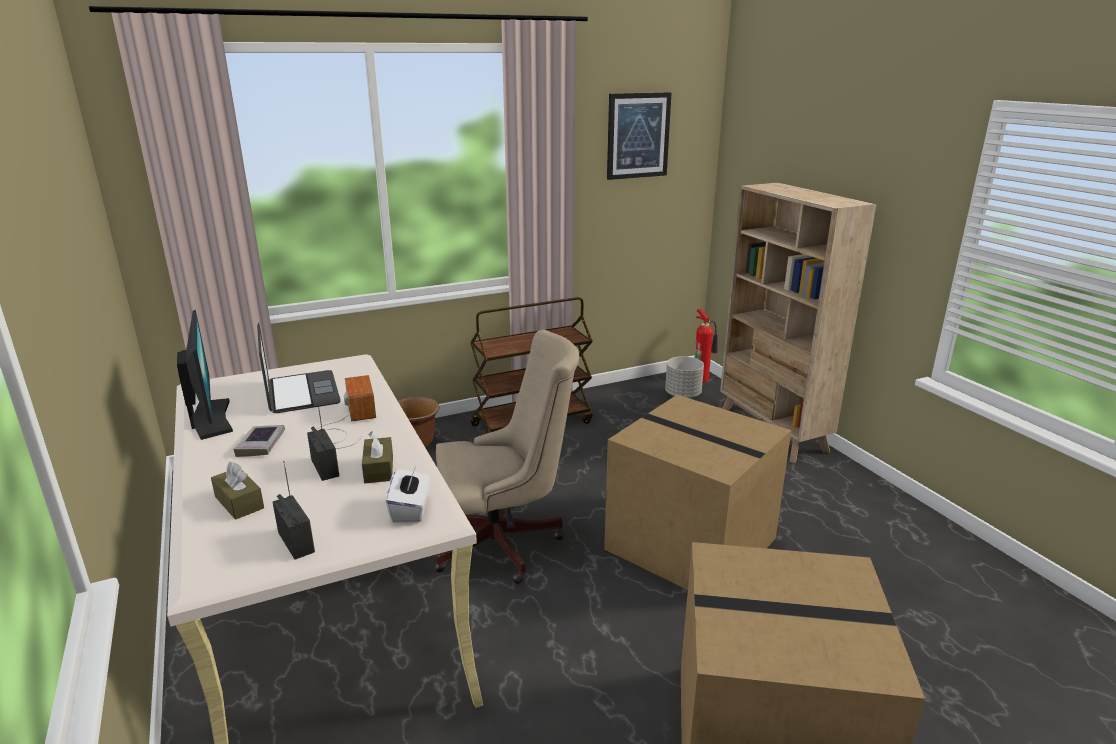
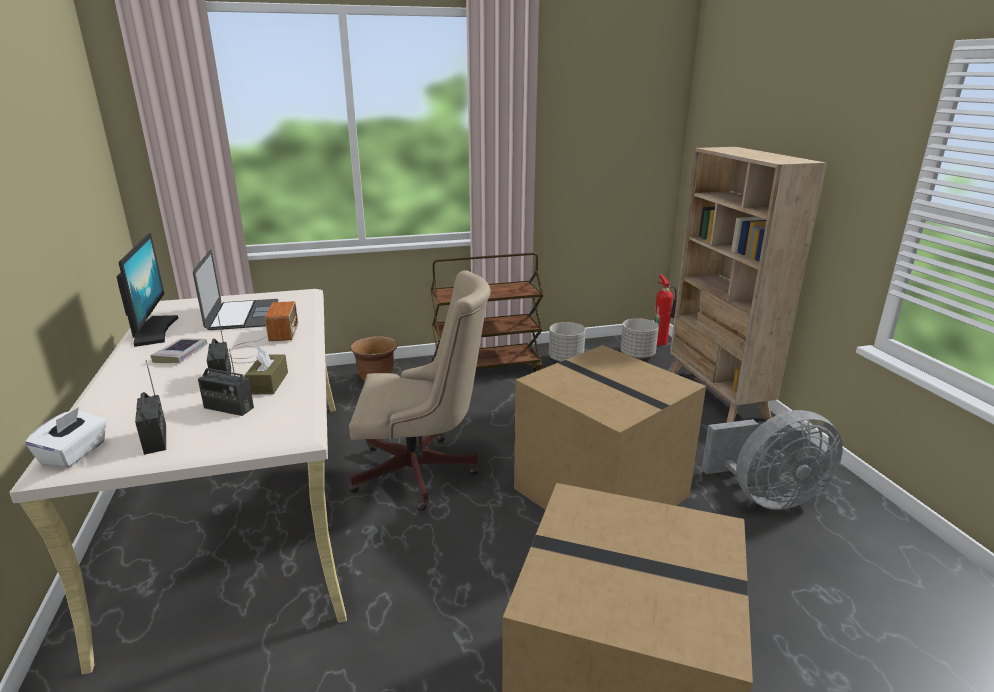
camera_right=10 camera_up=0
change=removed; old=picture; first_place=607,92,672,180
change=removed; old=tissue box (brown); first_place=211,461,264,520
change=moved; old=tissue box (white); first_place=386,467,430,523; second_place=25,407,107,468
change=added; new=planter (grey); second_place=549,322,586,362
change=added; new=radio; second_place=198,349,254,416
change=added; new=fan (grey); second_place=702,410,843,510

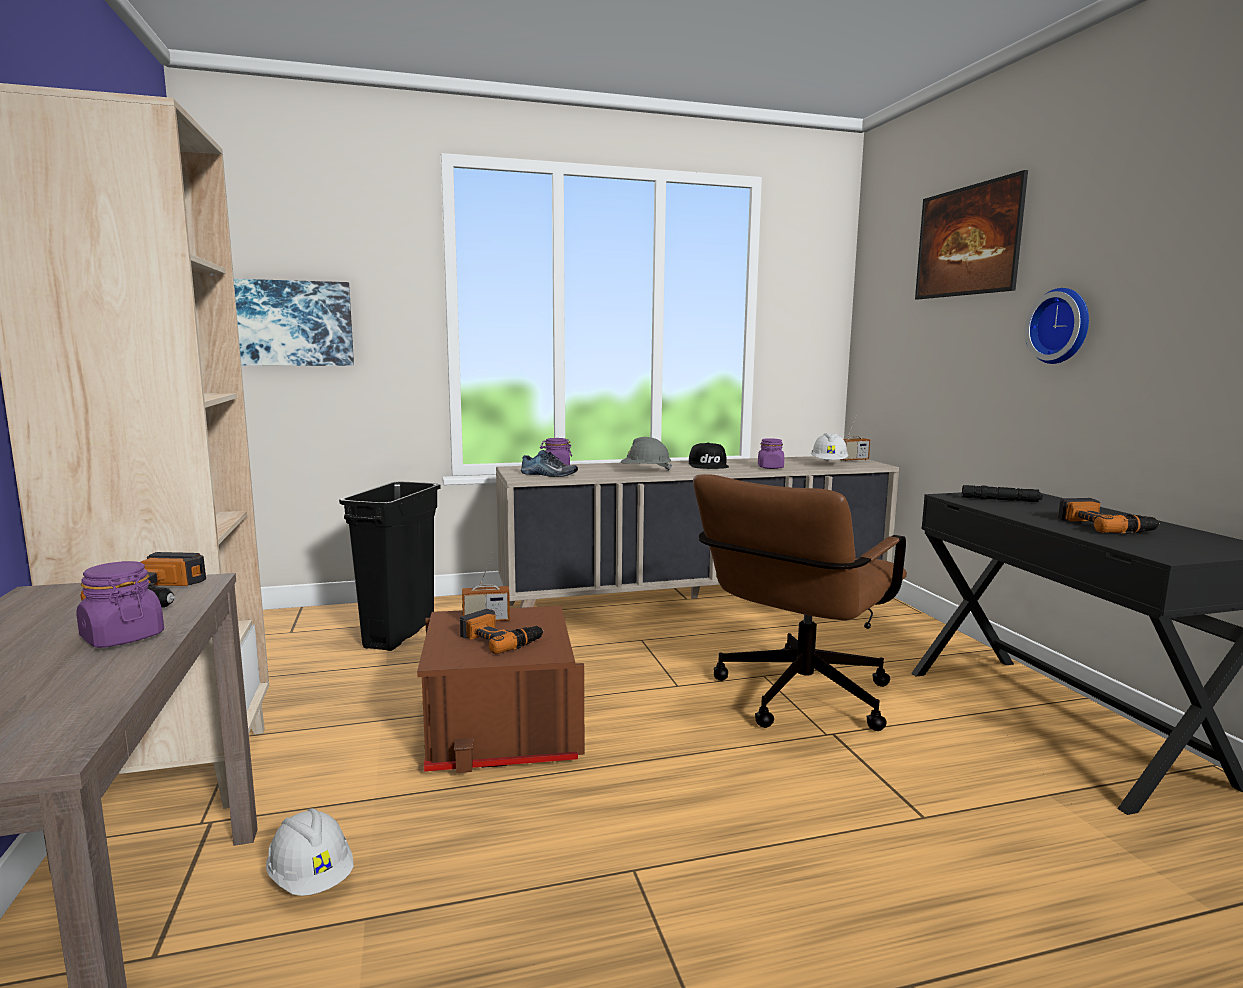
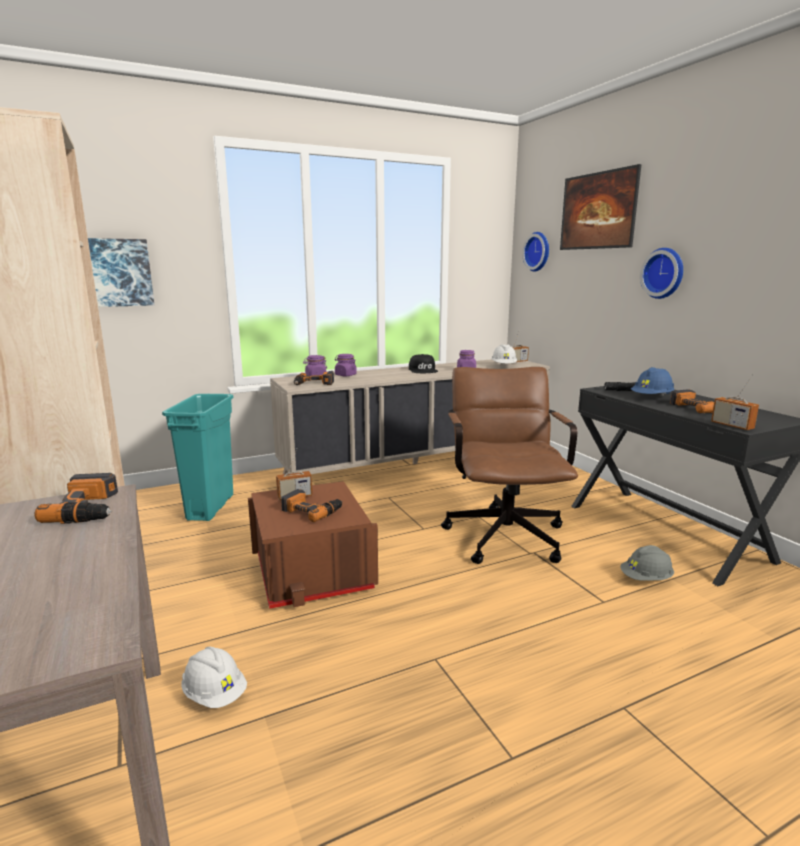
camera_right=-10 camera_up=5
change=moved; old=hard hat (grey); first_place=621,437,672,472; second_place=620,545,674,580
change=replaced; old=shoe; new=power drill; first_place=521,450,578,477; second_place=294,371,334,385
change=turned; old=office chair (brown); first_place=693,474,907,731; second_place=441,367,578,564; degrees=150
change=recoloured; old=trash can (black); new=trash can (turquoise); first_place=339,481,441,651; second_place=162,394,233,521
change=moved; old=jar (purple); first_place=76,561,164,648; second_place=335,354,357,376
change=added; new=wall clock; second_place=522,232,549,272
change=added; new=hard hat (blue); second_place=631,367,674,395
change=added; new=radio; second_place=711,374,759,430

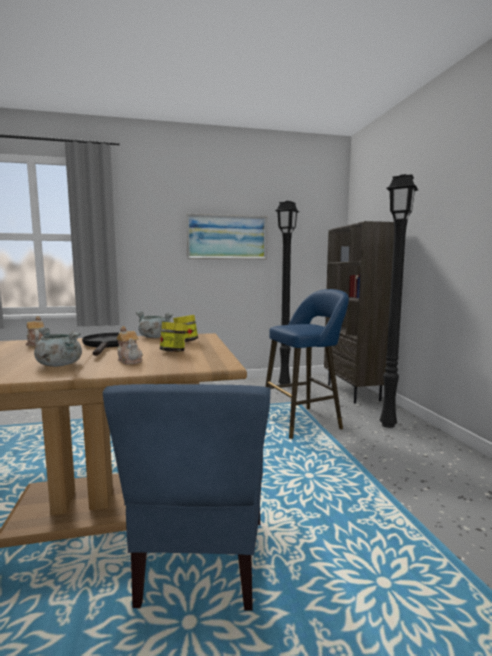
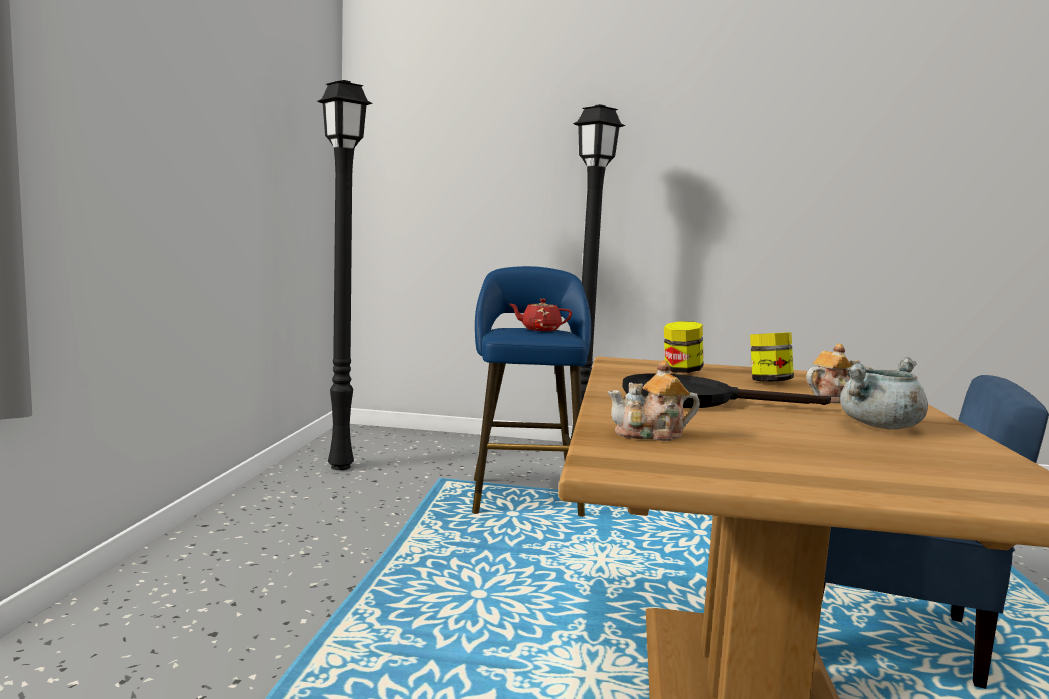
camera_right=-70 camera_up=0
change=removed; old=picture; first_place=186,214,267,259
change=removed; old=bookcase (brown); first_place=324,221,394,403
change=removed; old=cooking pot (grey); first_place=136,311,173,338
change=added; new=teapot (red); second_place=509,299,572,331

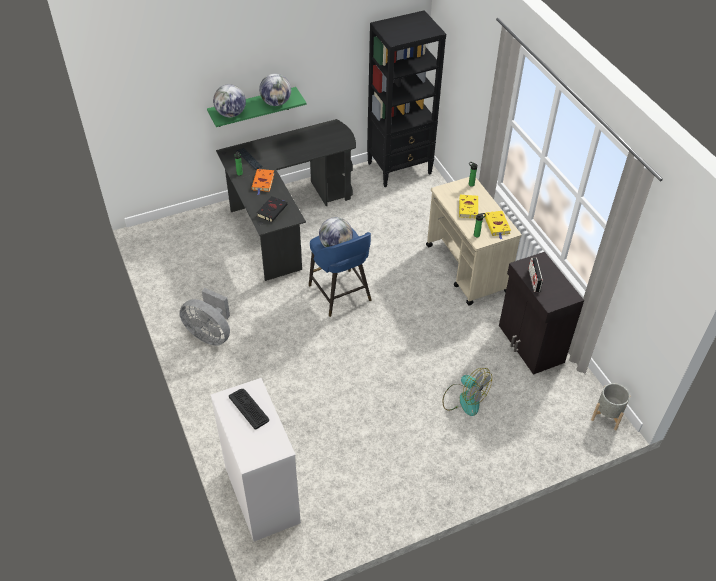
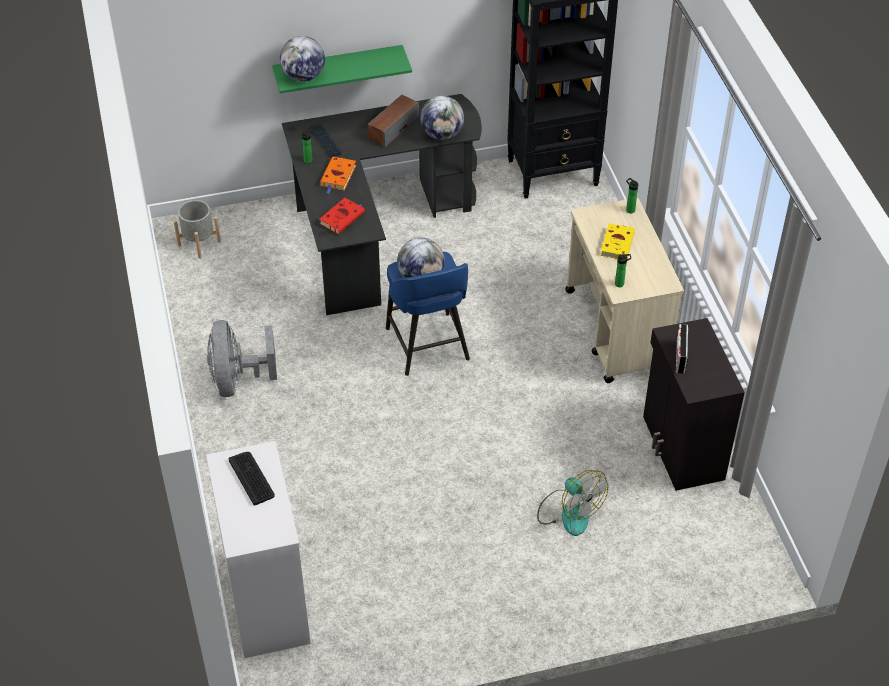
camera_right=10 camera_up=0
change=moved; old=globe; first_place=259,74,291,106; second_place=420,96,464,140
change=recoloured; old=book (black); new=book (red); first_place=257,196,288,222; second_place=319,198,365,234
change=removed; old=book (yellow); first_place=484,211,511,240
change=turned; old=fan (grey); first_place=179,288,230,346; second_place=207,320,277,397; degrees=45
change=moved; old=planter (grey); first_place=591,383,630,430; second_place=173,200,221,259
change=added; new=speaker; second_place=368,95,419,148

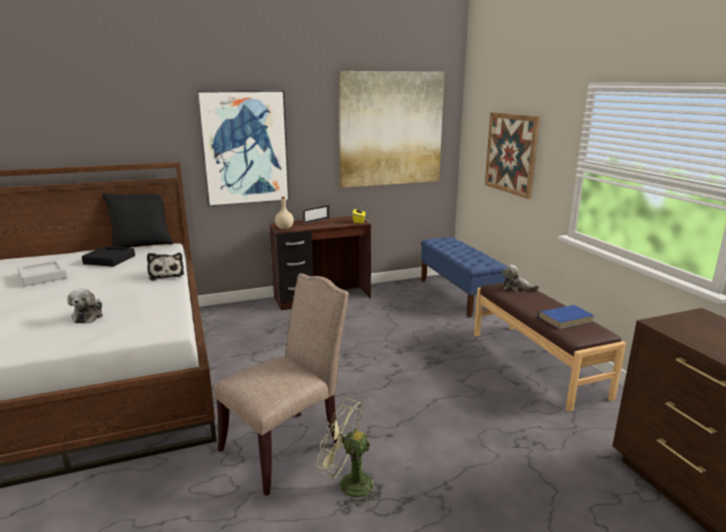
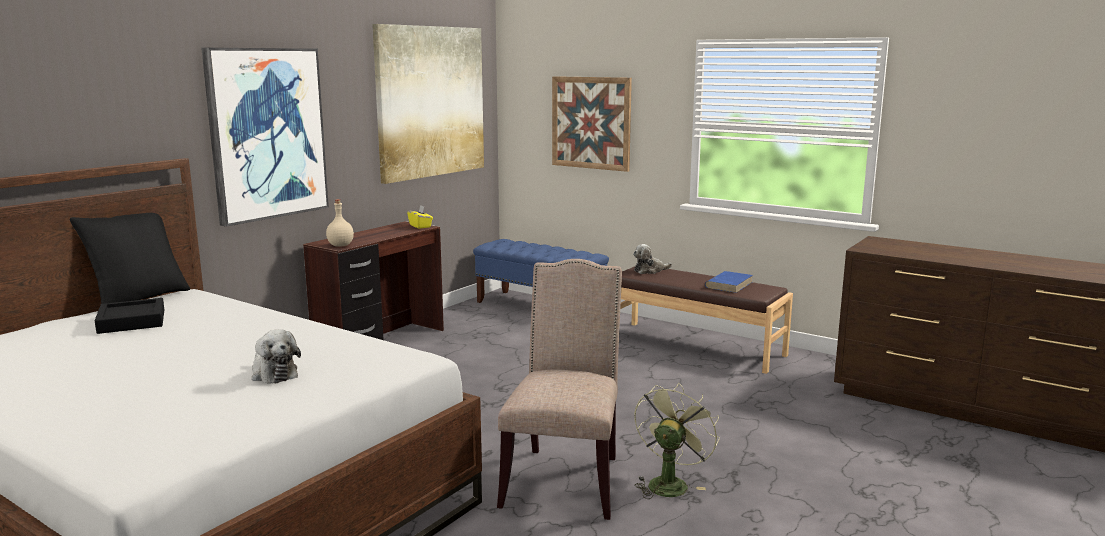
camera_right=-35 camera_up=-5
change=removed; old=picture frame; first_place=303,204,330,224
change=removed; old=plush toy; first_place=147,253,184,281
change=removed; old=tray (grey); first_place=17,260,68,286
change=turned; old=fan (green); first_place=317,398,380,507; second_place=634,383,720,499; degrees=135

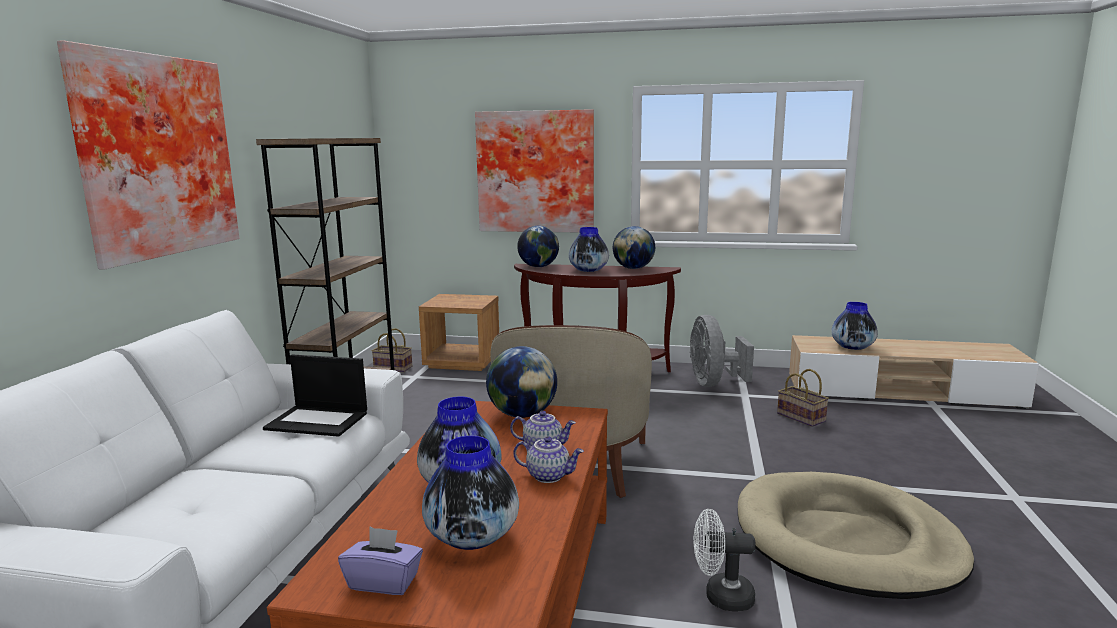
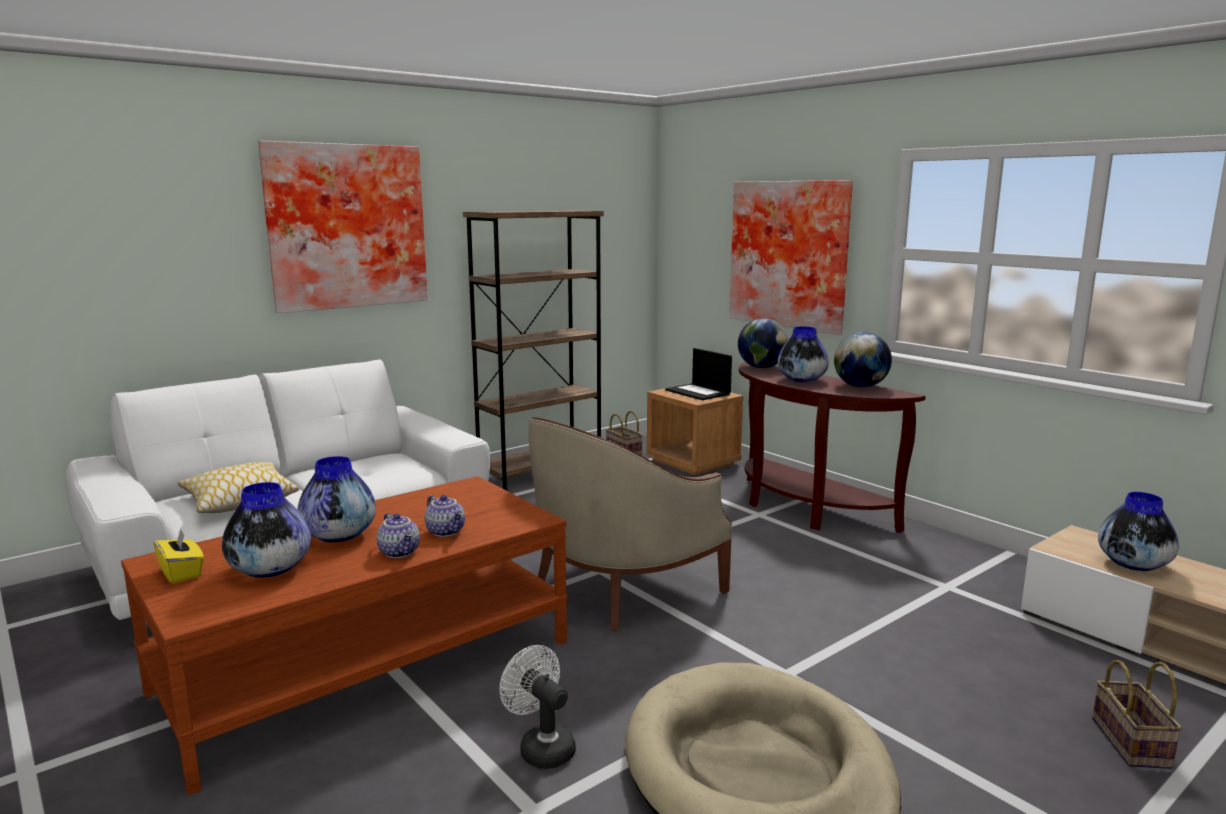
camera_right=40 camera_up=0
change=removed; old=fan (grey); first_place=690,315,754,387
change=removed; old=globe; first_place=486,346,557,418
change=moved; old=laptop; first_place=263,354,367,437; second_place=665,348,732,400
change=moved; old=basket; first_place=777,369,829,427; second_place=1092,660,1182,769
change=recoloured; old=tissue box (purple); new=tissue box (yellow); first_place=338,527,423,595; second_place=153,529,204,584
change=added; new=pillow; second_place=177,462,300,513

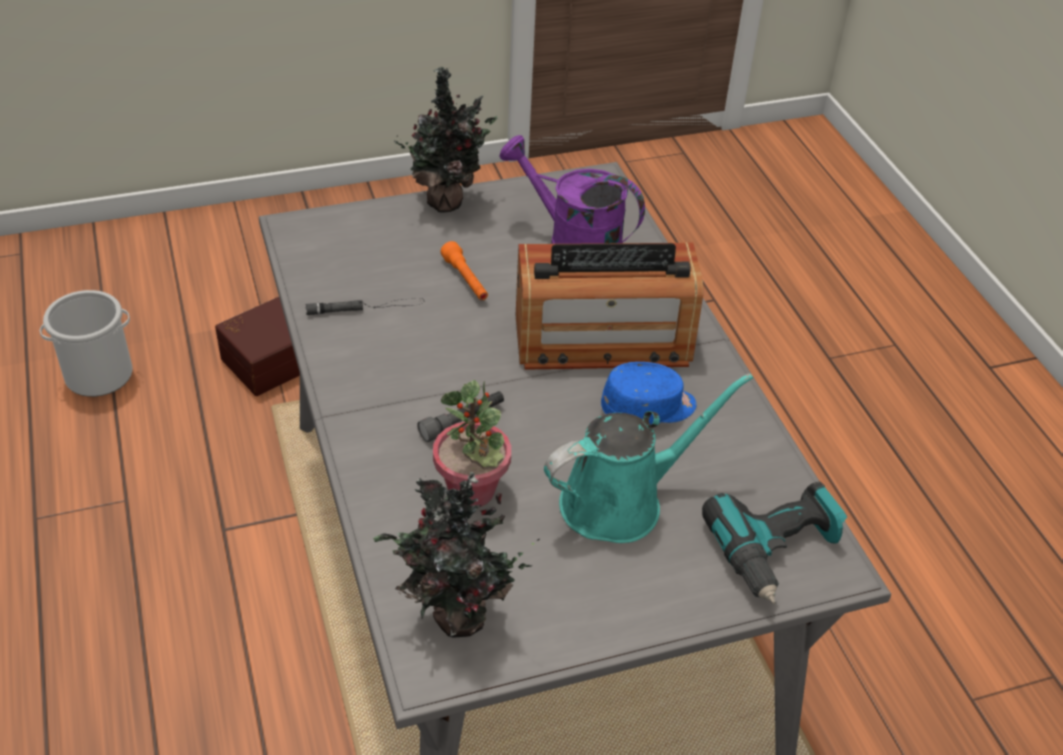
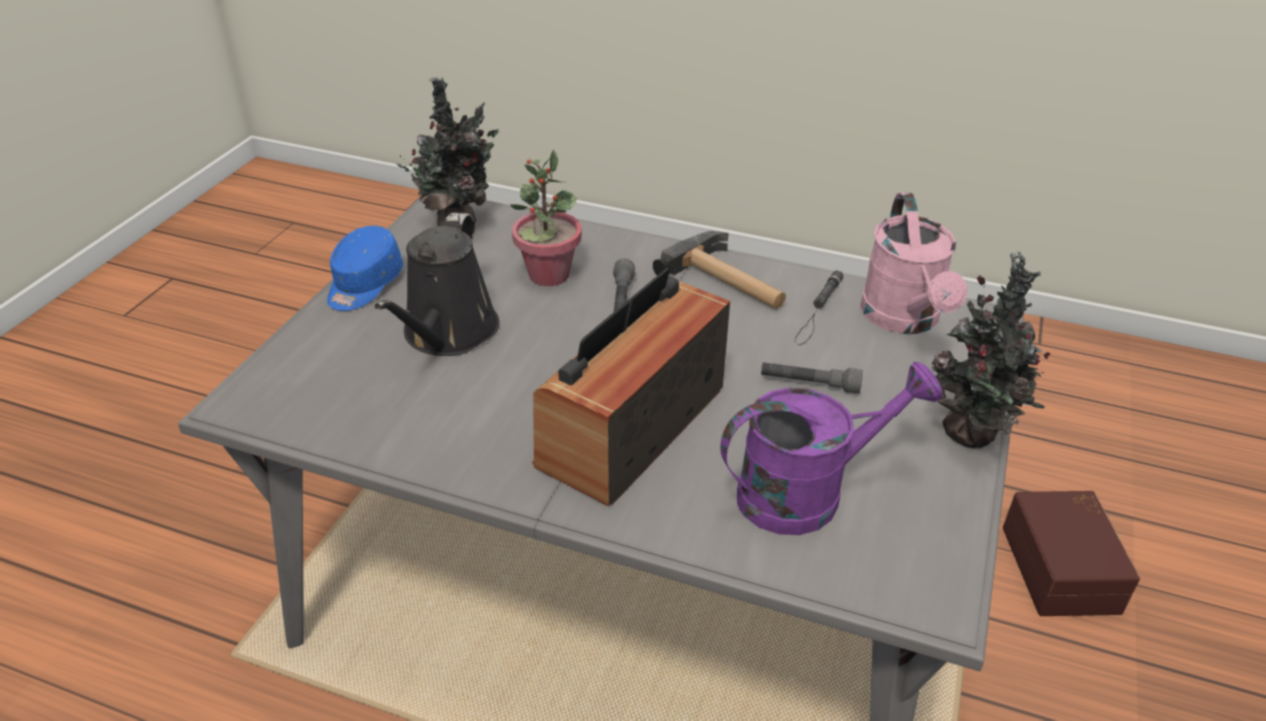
camera_right=130 camera_up=-5
change=recoloured; old=flashlight (orange); new=flashlight (grey); first_place=441,241,488,300; second_place=761,362,863,393
change=removed; old=bucket; first_place=40,290,132,397
change=moved; old=cap (blue); first_place=601,362,697,425; second_place=327,226,403,311
change=recoloured; old=watering can (turquoise); new=watering can (black); first_place=544,373,753,543; second_place=375,213,500,356
change=removed; old=power drill; first_place=702,482,847,604
change=added; new=watering can (pink); second_place=860,193,968,334
change=added; new=hammer; second_place=653,231,786,309

